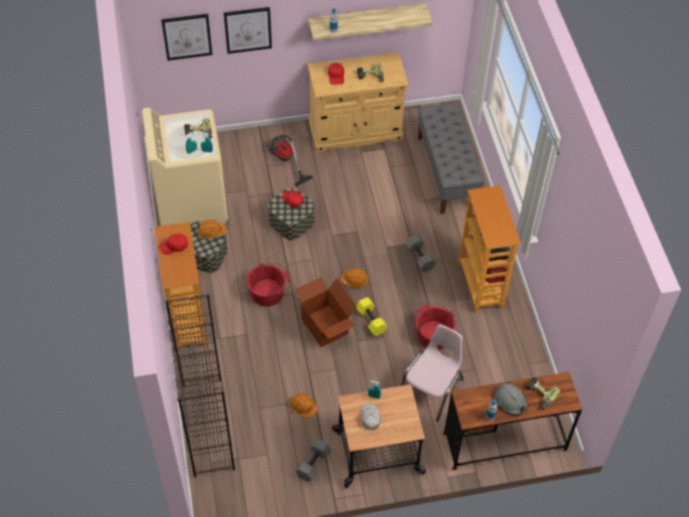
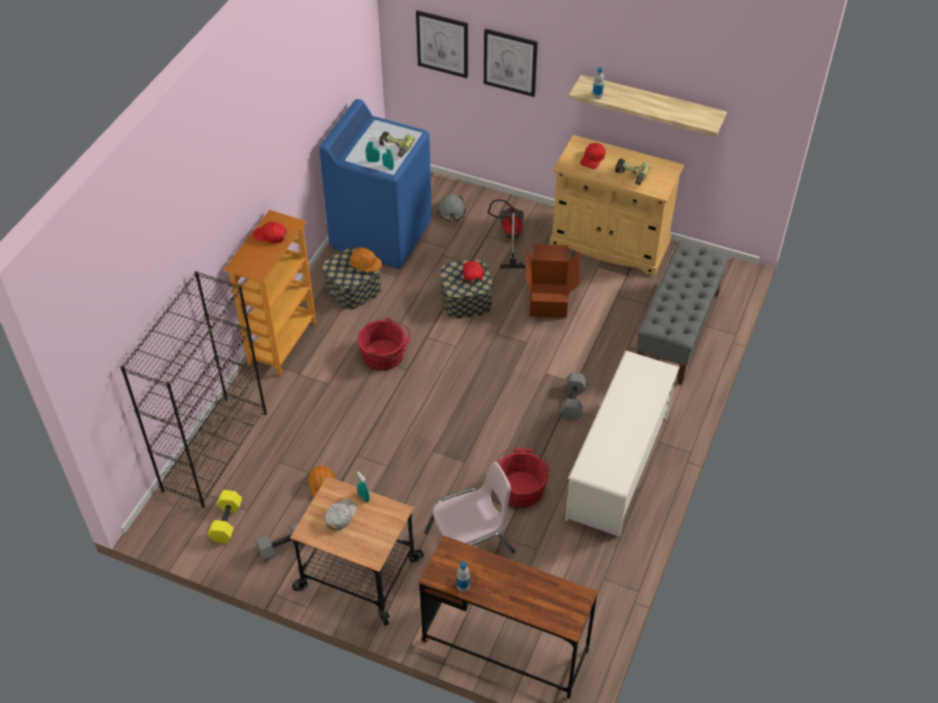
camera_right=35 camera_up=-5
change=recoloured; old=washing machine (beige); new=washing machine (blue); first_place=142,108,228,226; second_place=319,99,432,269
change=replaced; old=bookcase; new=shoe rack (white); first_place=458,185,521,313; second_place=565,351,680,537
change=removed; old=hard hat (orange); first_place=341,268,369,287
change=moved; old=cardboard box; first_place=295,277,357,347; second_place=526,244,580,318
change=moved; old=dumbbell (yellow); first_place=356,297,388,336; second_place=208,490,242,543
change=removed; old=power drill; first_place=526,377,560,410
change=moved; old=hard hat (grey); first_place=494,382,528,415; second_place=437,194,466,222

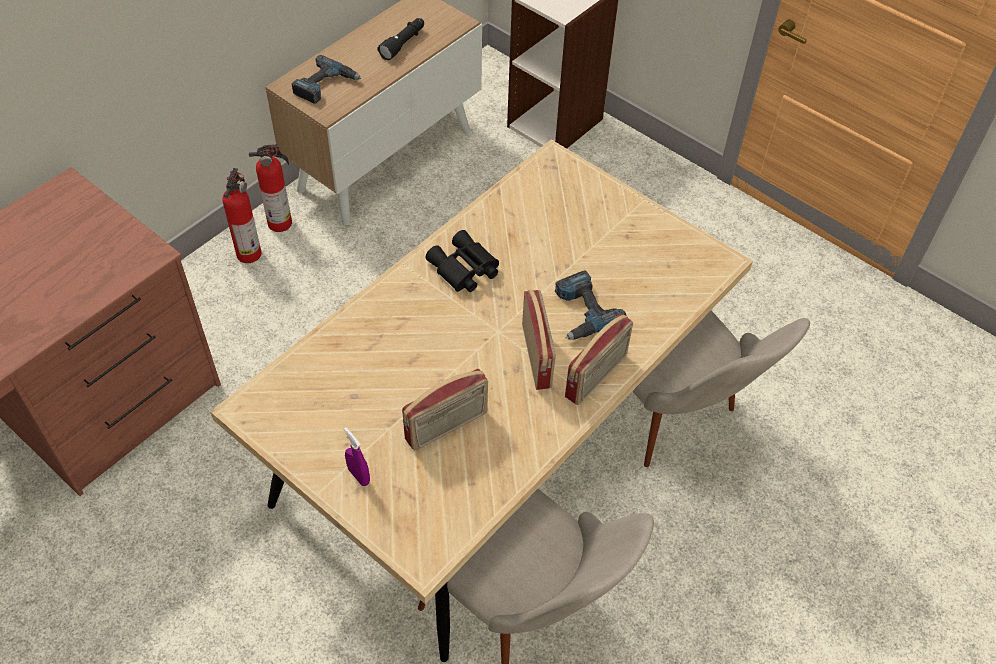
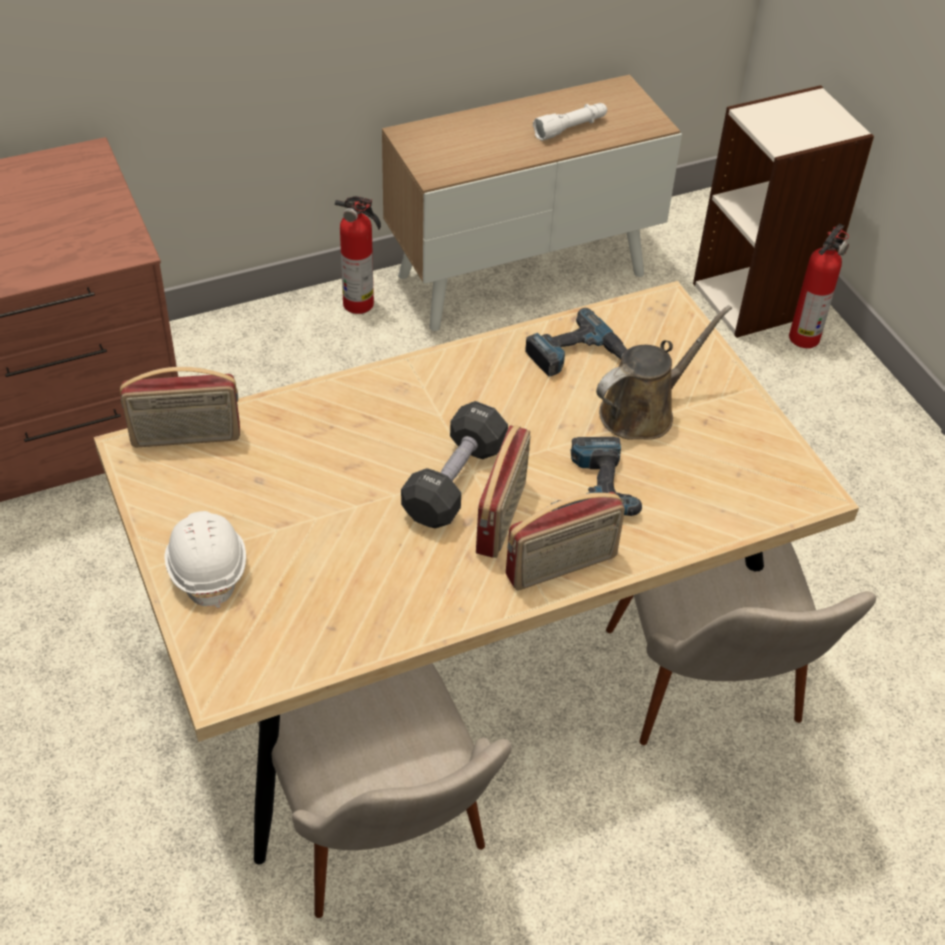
camera_right=25 camera_up=-5
change=recoloured; old=flashlight (black); new=flashlight (white); first_place=378,18,424,60; second_place=533,103,607,141
change=moved; old=power drill; first_place=292,55,361,103; second_place=525,308,628,377
change=moved; old=fire extinguisher; first_place=222,168,262,263; second_place=789,223,849,348
change=removed; old=binoculars (black); first_place=425,230,499,292
change=moved; old=radio; first_place=402,369,488,450; second_place=120,367,240,447
change=replaced; old=spray bottle (purple); new=hard hat (white); first_place=344,427,370,486; second_place=165,511,246,608
change=added; new=watering can (brown); second_place=596,305,732,440
change=added; new=dumbbell (black); second_place=401,401,508,528

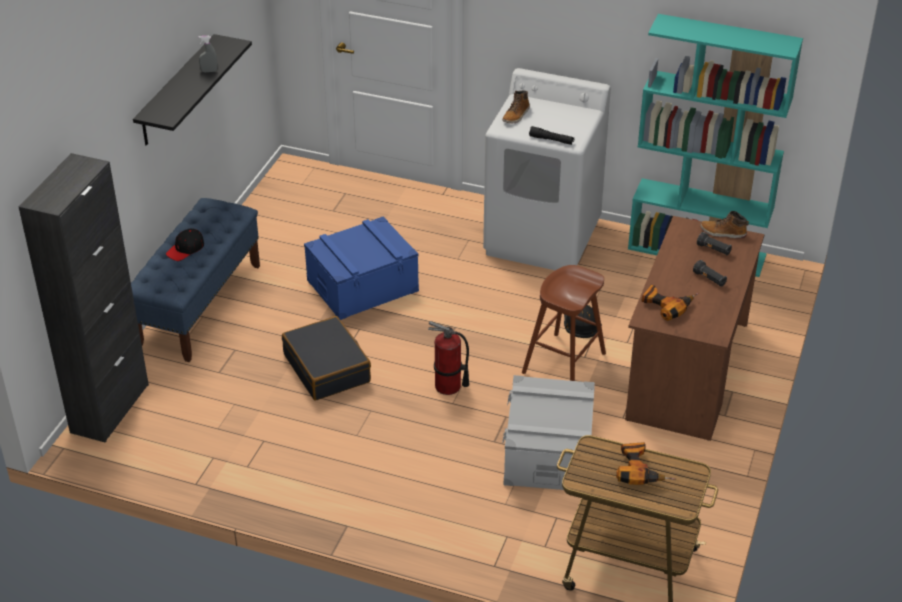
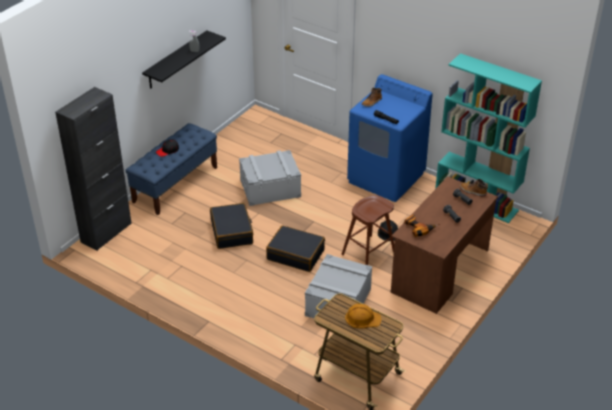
camera_right=15 camera_up=0
change=recoloured; old=washing machine (white); new=washing machine (blue); first_place=483,68,611,270; second_place=347,74,433,202
change=recoloured; old=storage box (blue); new=storage box (grey); first_place=304,216,419,320; second_place=239,150,301,206
change=replaced; old=fire extinguisher; new=suitcase (black); first_place=428,321,469,395; second_place=266,225,325,272
change=replaced; old=power drill; new=hard hat (orange); first_place=616,442,675,485; second_place=345,304,381,328

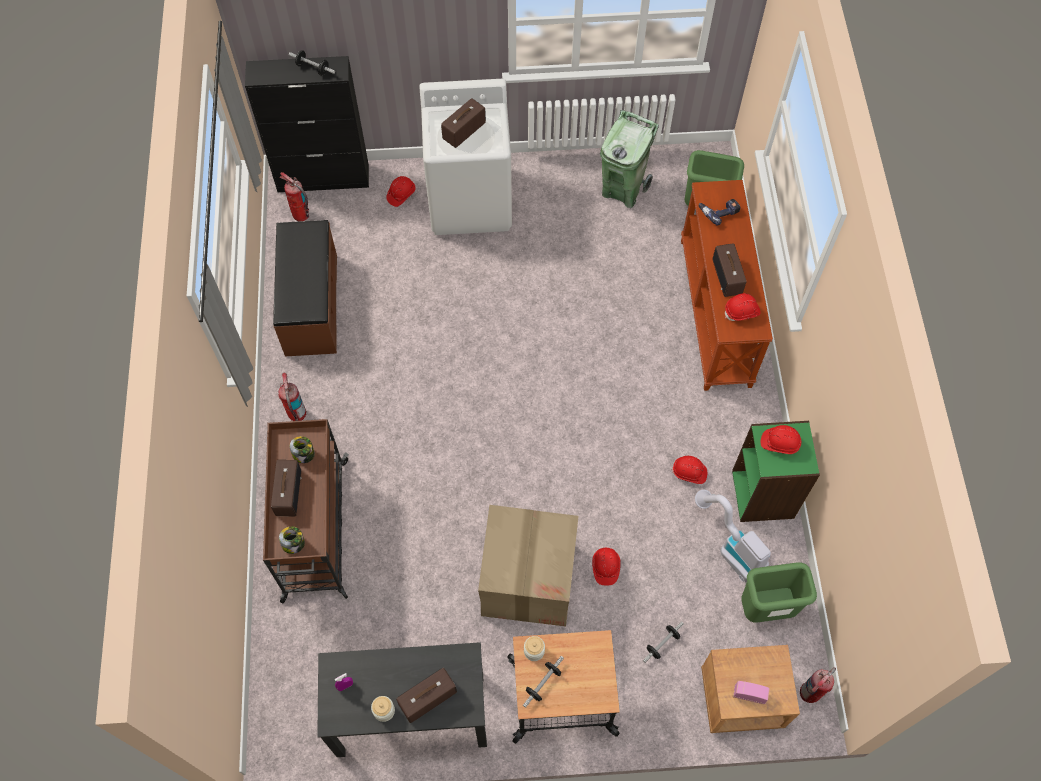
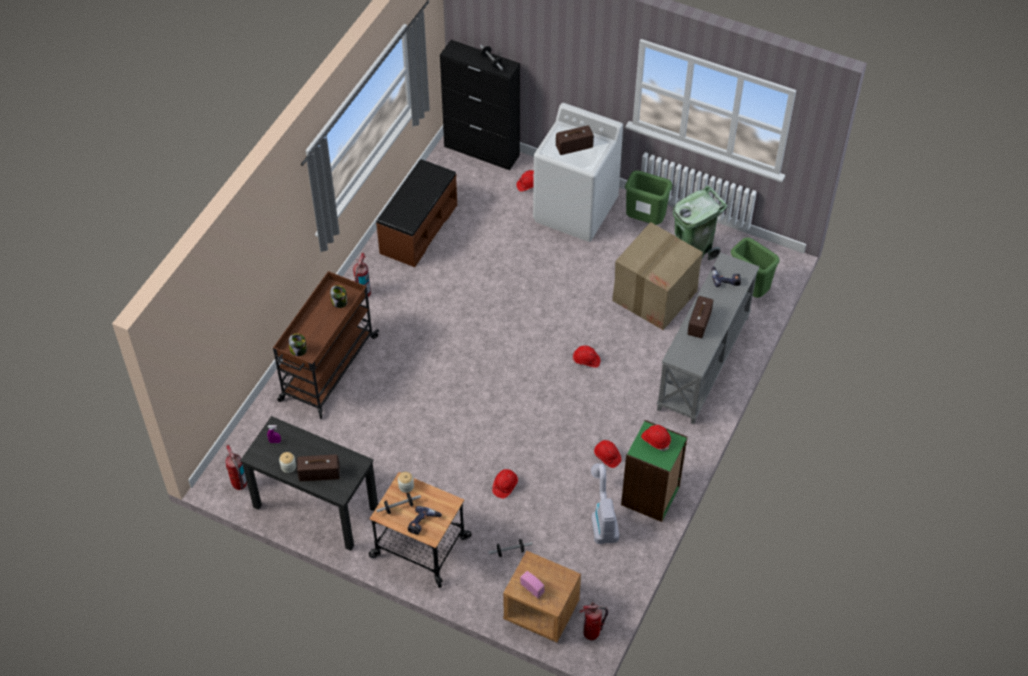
camera_right=30 camera_up=-10
change=moved; old=fire extinguisher; first_place=280,172,309,221; second_place=226,445,247,490
change=recoloured; old=console table (brown); new=console table (grey); first_place=681,180,773,391; second_place=657,252,759,425
change=moved; old=hard hat (red); first_place=725,293,761,321; second_place=572,346,600,368
change=removed; old=radio; first_place=271,460,302,516
change=moved; old=cardboard box; first_place=478,505,578,626; second_place=612,222,703,330
change=moved; old=trash can (green); first_place=741,562,817,623; second_place=625,170,672,225
change=added; new=power drill; second_place=408,506,442,535

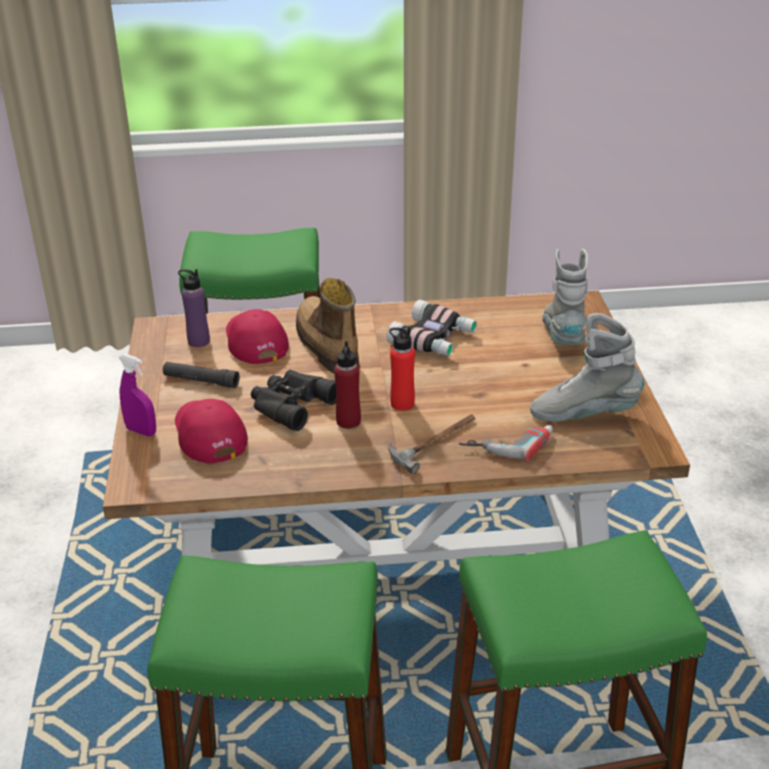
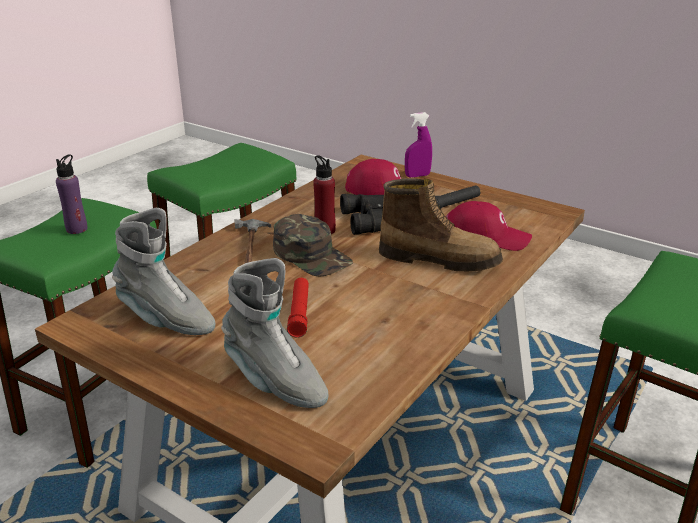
camera_right=130 camera_up=-5
change=moved; old=bottle (purple); first_place=178,269,210,347; second_place=56,154,88,234
change=removed; old=binoculars; first_place=386,300,477,356
change=turned; old=boot (grey); first_place=530,313,644,422; second_place=112,208,216,335; degrees=75
change=replaced; old=bottle (red); new=cap (green); first_place=389,327,415,411; second_place=273,214,353,276
change=removed; old=power drill; first_place=458,425,553,462
change=added; new=flashlight (red); second_place=287,278,309,338

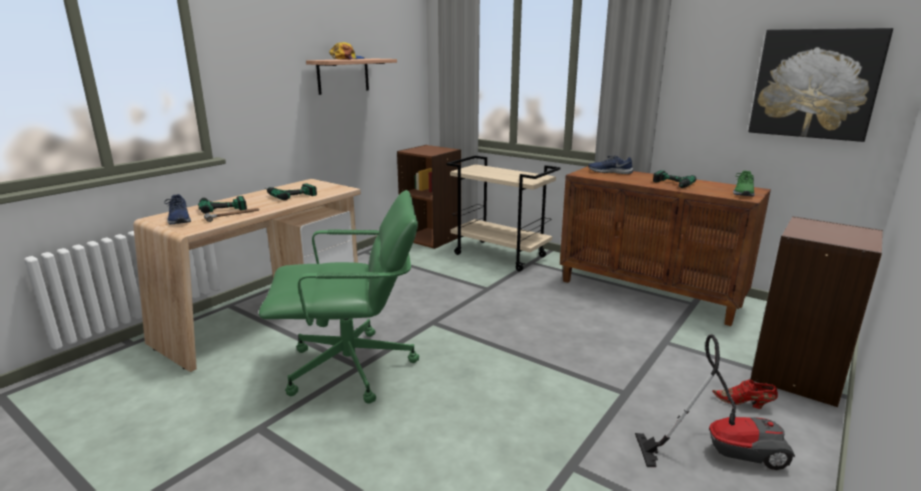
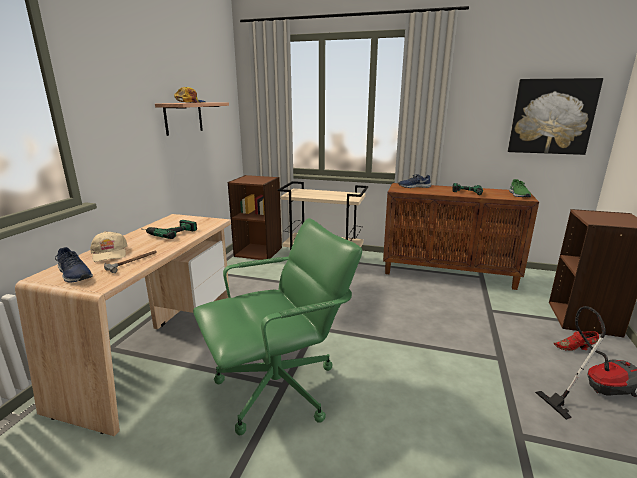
camera_right=-20 camera_up=0
change=replaced; old=power drill; new=cap (beige); first_place=198,196,247,214; second_place=90,231,127,262

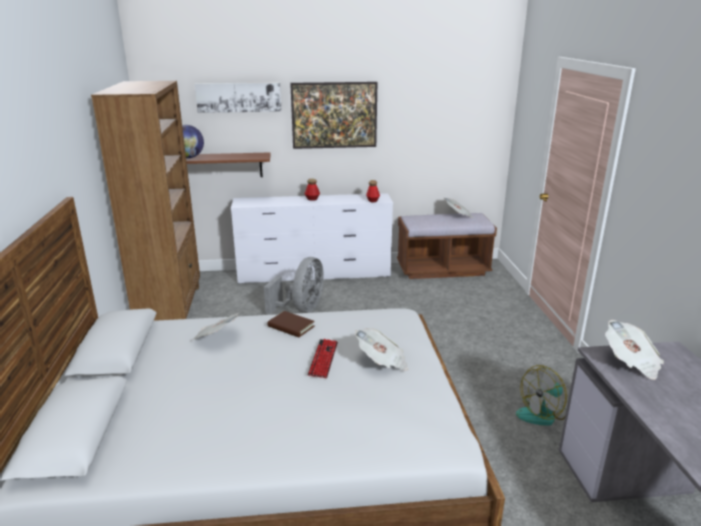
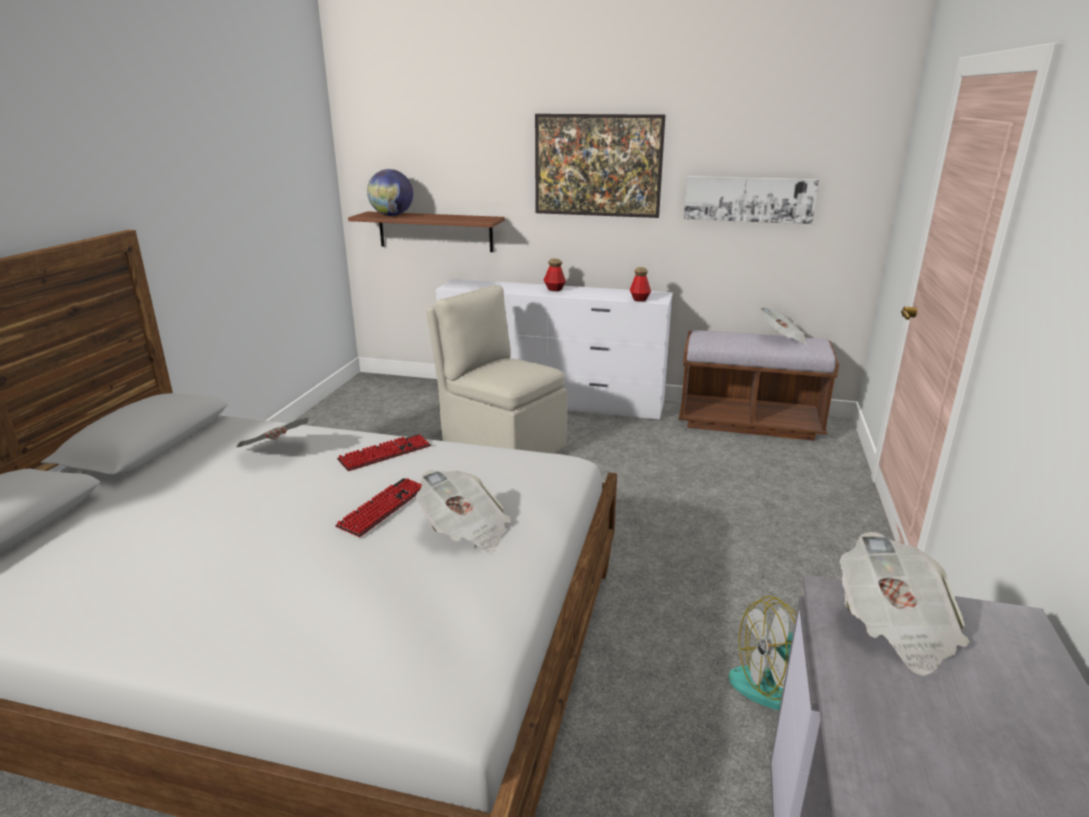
camera_right=20 camera_up=0
change=removed; old=bookcase (brown); first_place=91,81,200,321
change=moved; old=picture; first_place=195,82,282,113; second_place=684,176,819,224
change=replaced; old=fan (grey); new=chair (beige); first_place=264,257,324,314; second_place=426,285,567,454
change=replaced; old=book (brown); new=keyboard; first_place=268,311,315,337; second_place=337,434,431,471

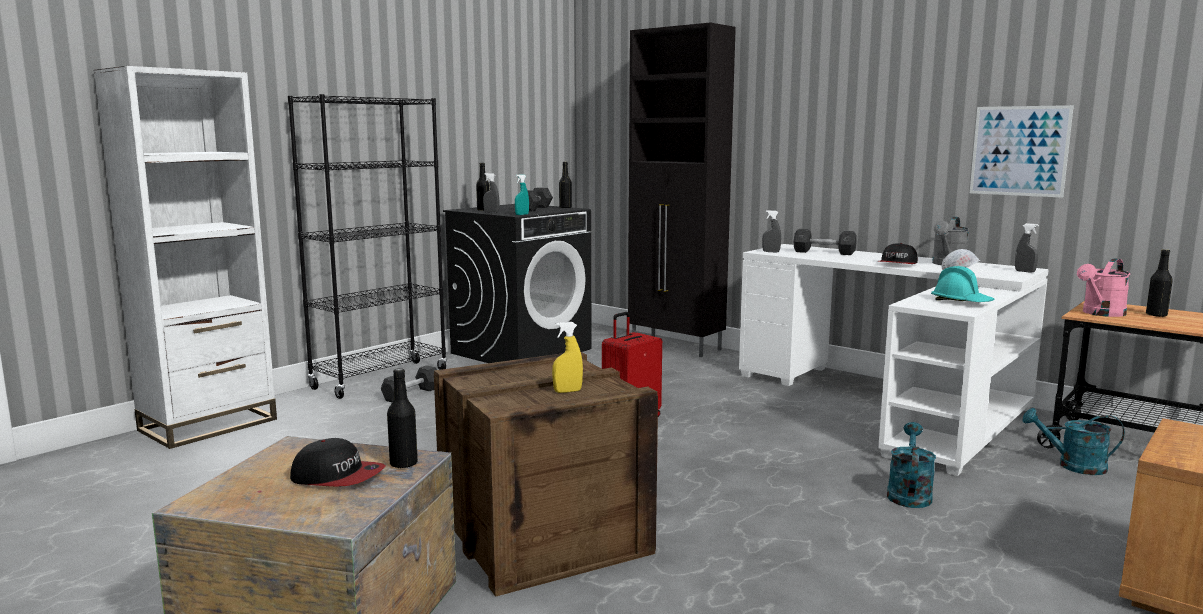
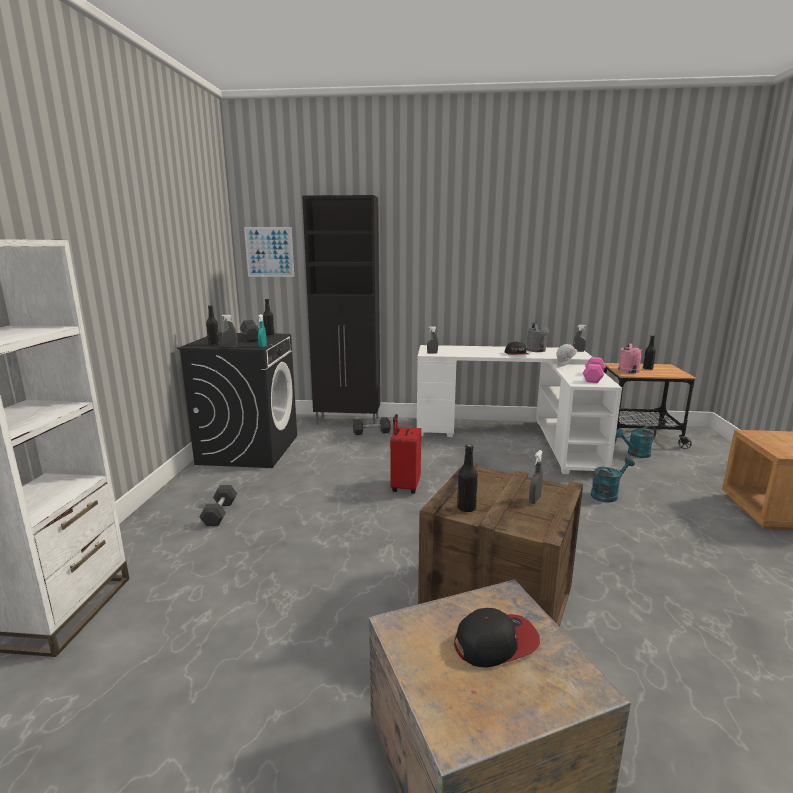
camera_right=-35 camera_up=5
change=removed; old=bookcase (black); first_place=288,94,447,399
change=moved; old=picture; first_place=970,105,1074,198; second_place=244,227,294,277
change=moved; old=dumbbell (grey); first_place=793,229,857,255; second_place=353,417,391,435
change=replaced; old=hard hat (turquoise); new=dumbbell (pink); first_place=931,266,995,302; second_place=583,357,606,383
change=recoloured; old=spray bottle (yellow); new=spray bottle (grey); first_place=552,322,583,393; second_place=529,450,543,504
change=moved; old=bottle (black); first_place=387,368,418,468; second_place=457,444,478,512
change=turned; old=watering can (turquoise); first_place=887,422,936,508; second_place=591,457,635,502; degrees=75

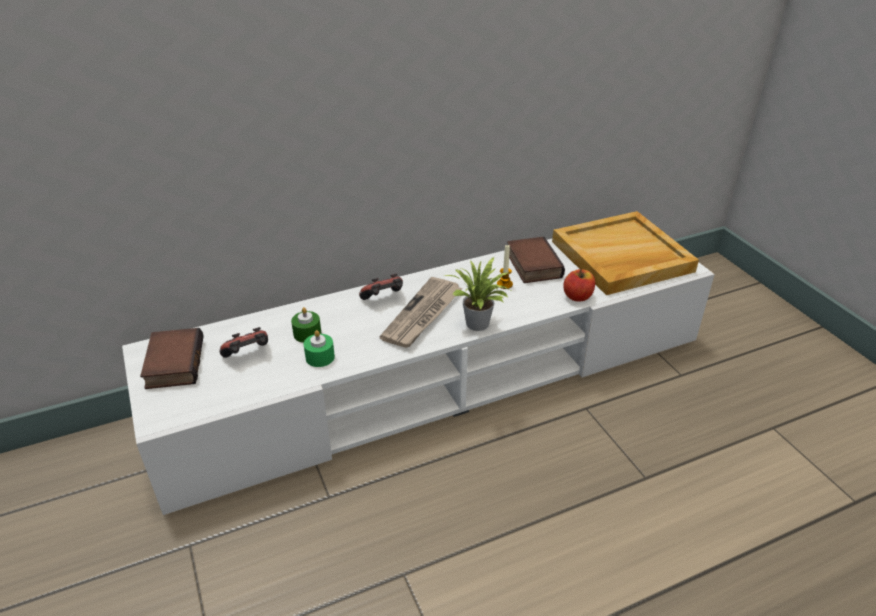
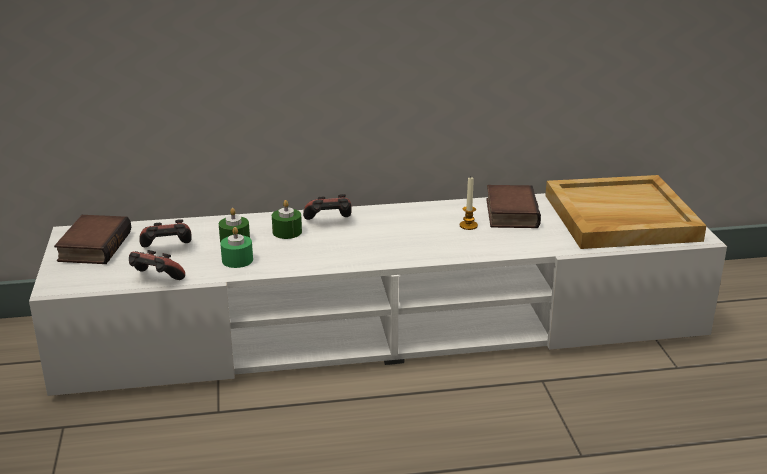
camera_right=15 camera_up=-10
change=removed; old=potted plant; first_place=445,257,511,331
change=removed; old=apple; first_place=563,269,595,301
change=removed; old=newspaper; first_place=379,277,463,348
change=added; new=candle (green); second_place=272,200,302,239
change=added; new=game controller; second_place=129,250,185,280

